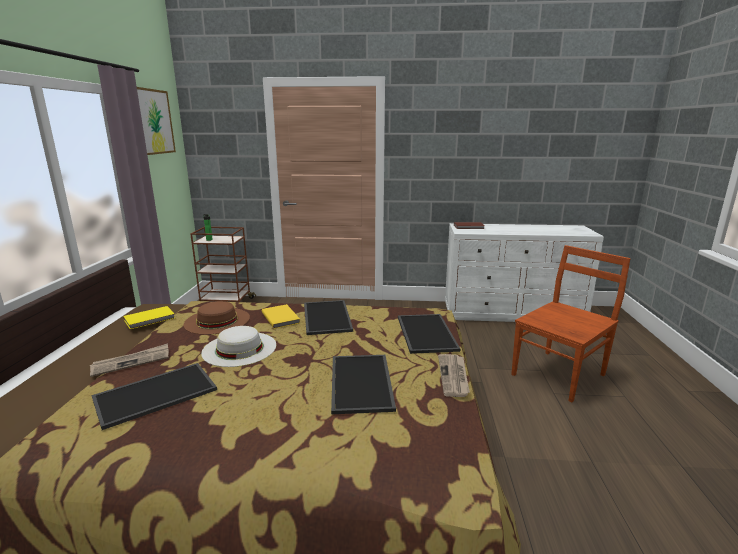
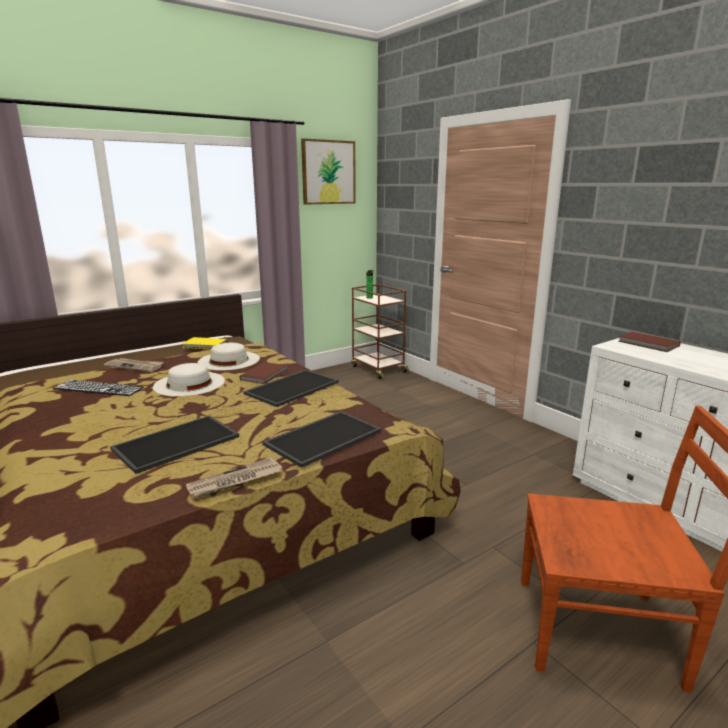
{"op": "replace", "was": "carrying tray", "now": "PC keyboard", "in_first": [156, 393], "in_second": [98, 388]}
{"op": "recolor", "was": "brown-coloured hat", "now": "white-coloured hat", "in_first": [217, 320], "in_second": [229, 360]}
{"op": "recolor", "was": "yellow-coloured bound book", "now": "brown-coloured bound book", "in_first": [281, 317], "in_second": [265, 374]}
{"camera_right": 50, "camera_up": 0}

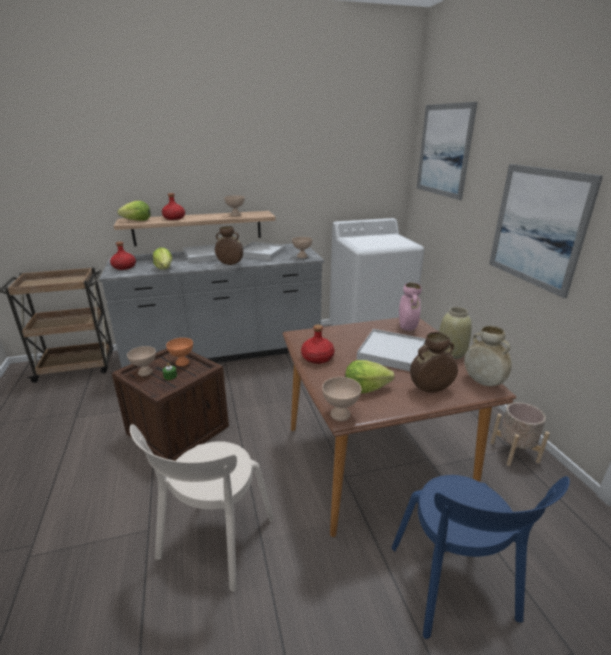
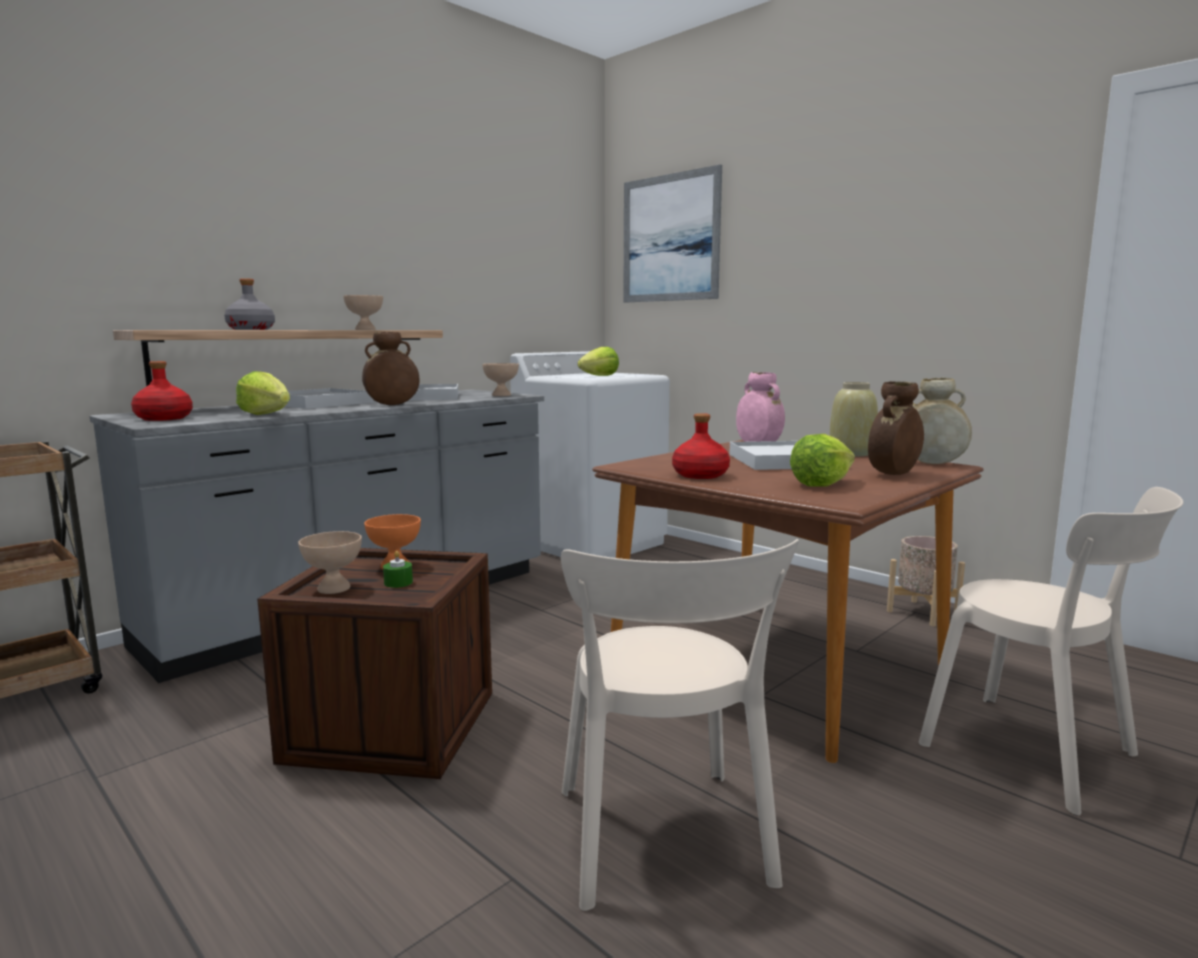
{"op": "move", "was": "lettuce", "in_first": [137, 221], "in_second": [600, 376]}
{"op": "recolor", "was": "red-coloured drink bottle", "now": "grey drink bottle", "in_first": [174, 218], "in_second": [250, 329]}
{"op": "delete", "was": "beige-coloured deep dish", "in_first": [341, 414]}
{"op": "recolor", "was": "bluish plain chair", "now": "beige-coloured plain chair", "in_first": [454, 587], "in_second": [1037, 754]}
{"op": "delete", "was": "picture", "in_first": [537, 227]}
{"camera_right": -30, "camera_up": -15}

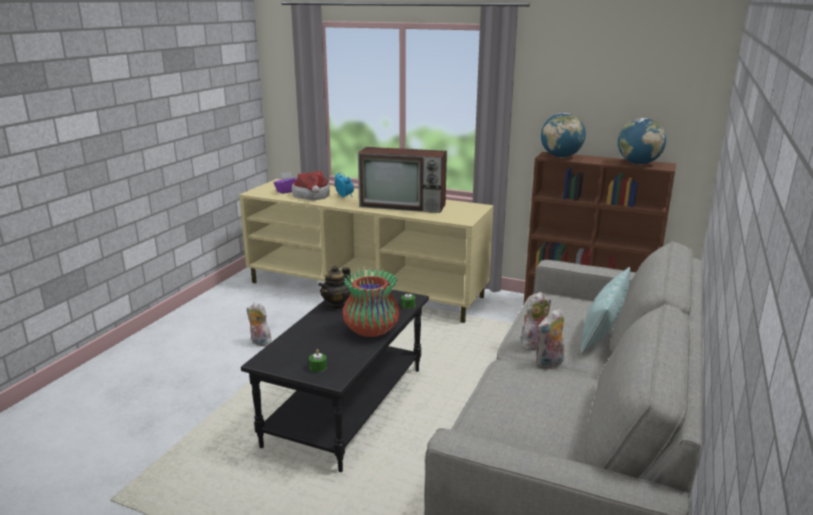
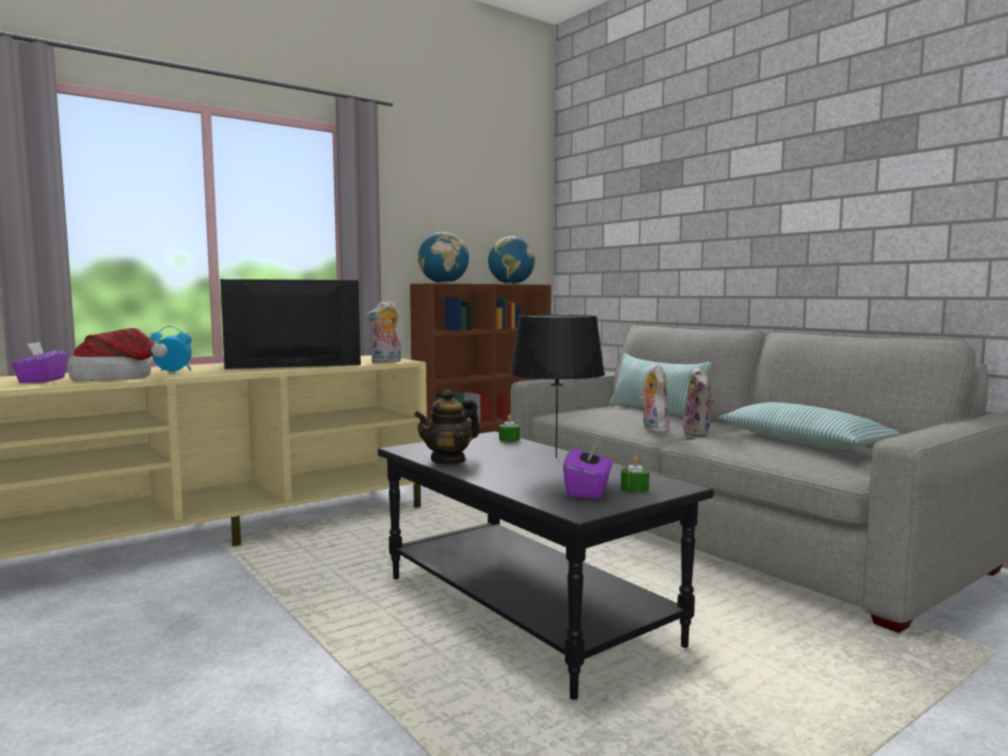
{"op": "move", "was": "soft toy", "in_first": [259, 342], "in_second": [386, 361]}
{"op": "rotate", "was": "teapot", "in_first": [336, 305], "in_second": [448, 460], "clockwise": 75}
{"op": "replace", "was": "flower vase", "now": "black table lamp", "in_first": [371, 330], "in_second": [556, 458]}
{"op": "rotate", "was": "TV set", "in_first": [404, 205], "in_second": [291, 365], "clockwise": -150}
{"op": "insert", "now": "purple-coloured tissue box", "in_second": [588, 491]}
{"op": "insert", "now": "throw pillow", "in_second": [802, 442]}
{"camera_right": -60, "camera_up": -15}

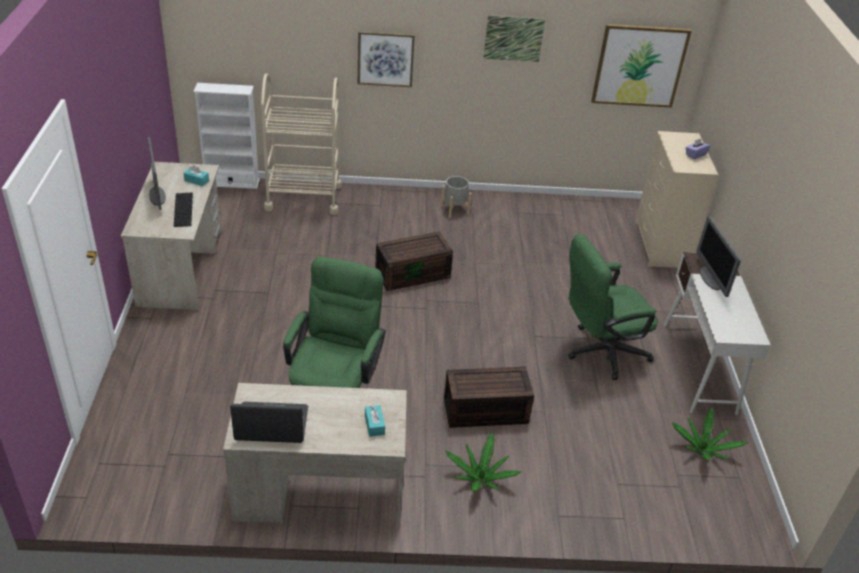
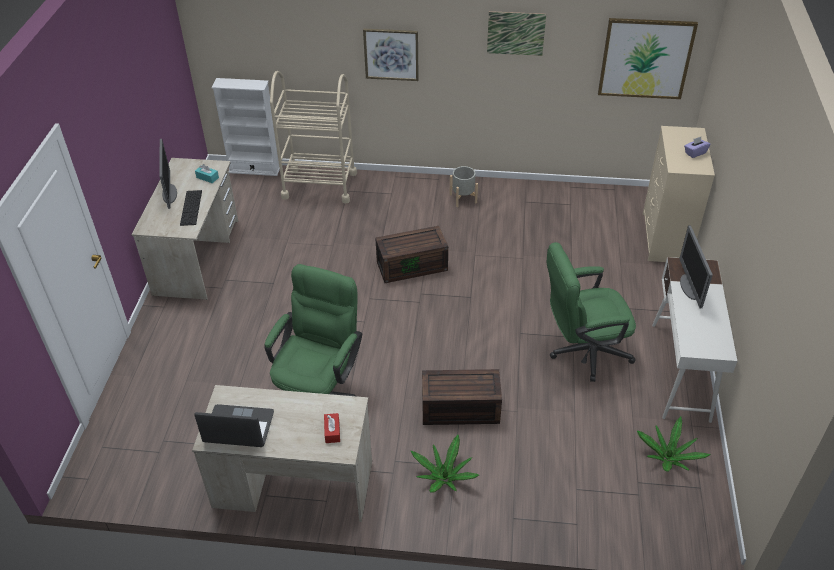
{"op": "recolor", "was": "turquoise-coloured tissue box", "now": "red-coloured tissue box", "in_first": [374, 425], "in_second": [332, 431]}
{"camera_right": 10, "camera_up": 5}

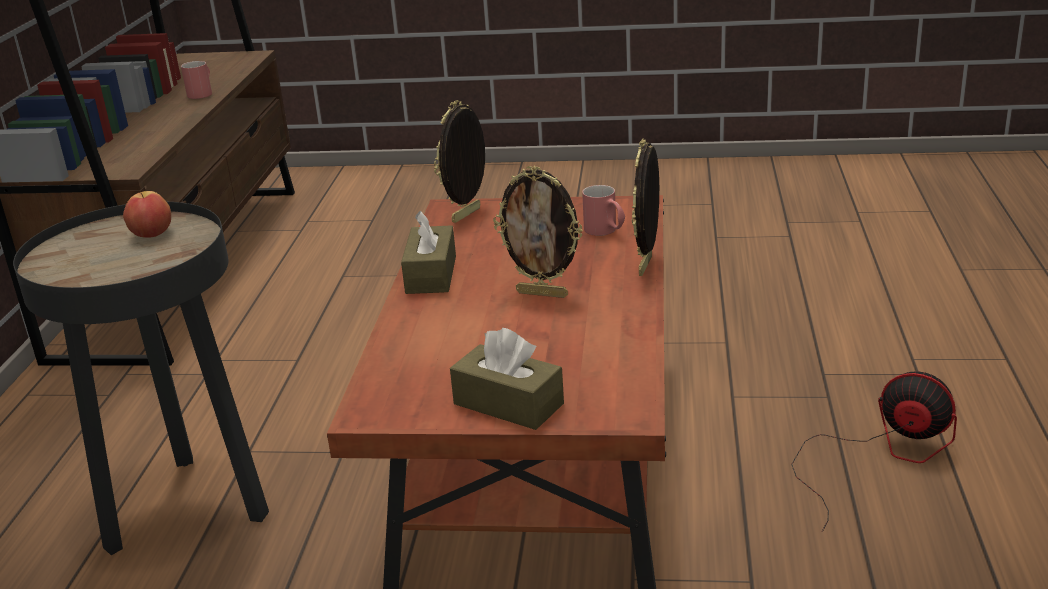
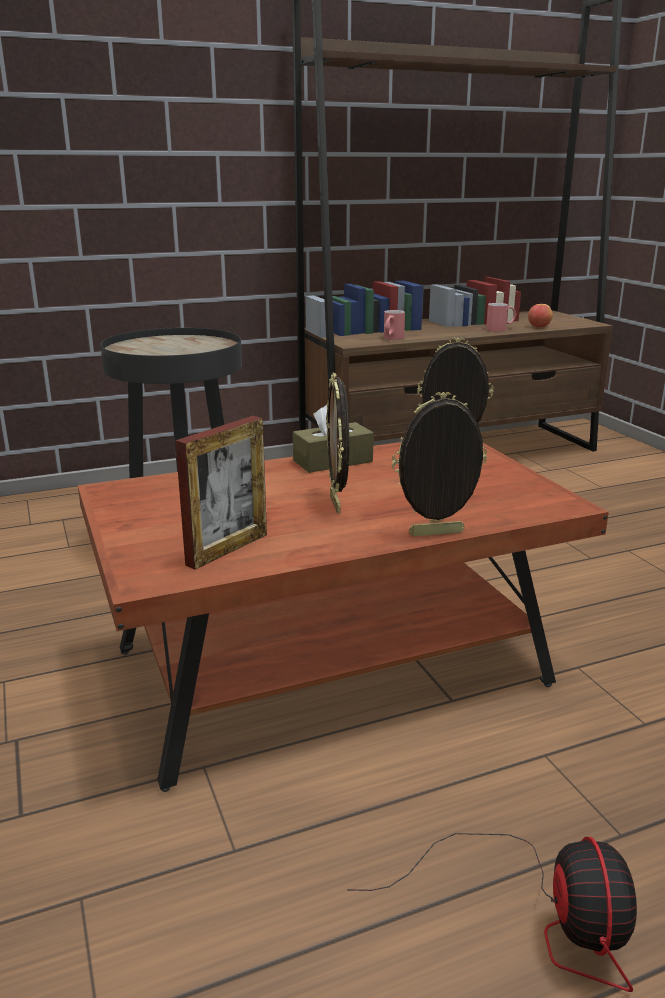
{"op": "move", "was": "apple fruit", "in_first": [152, 234], "in_second": [539, 327]}
{"op": "delete", "was": "brown-coloured tissue box", "in_first": [508, 404]}
{"op": "move", "was": "red-coloured coffee mug", "in_first": [605, 231], "in_second": [392, 339]}
{"op": "insert", "now": "standing frame", "in_second": [227, 549]}
{"camera_right": 60, "camera_up": -5}

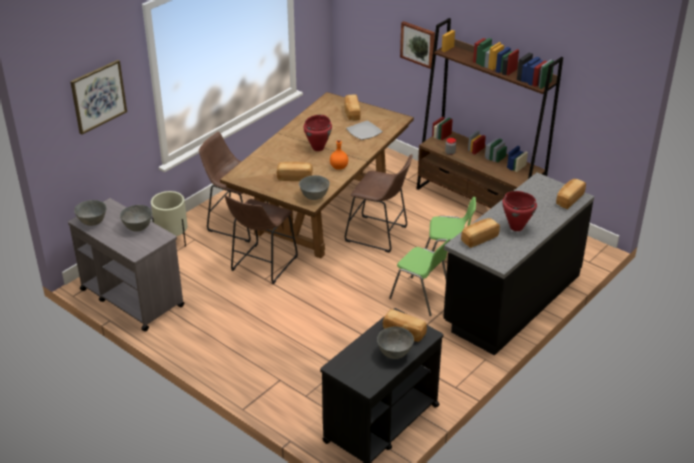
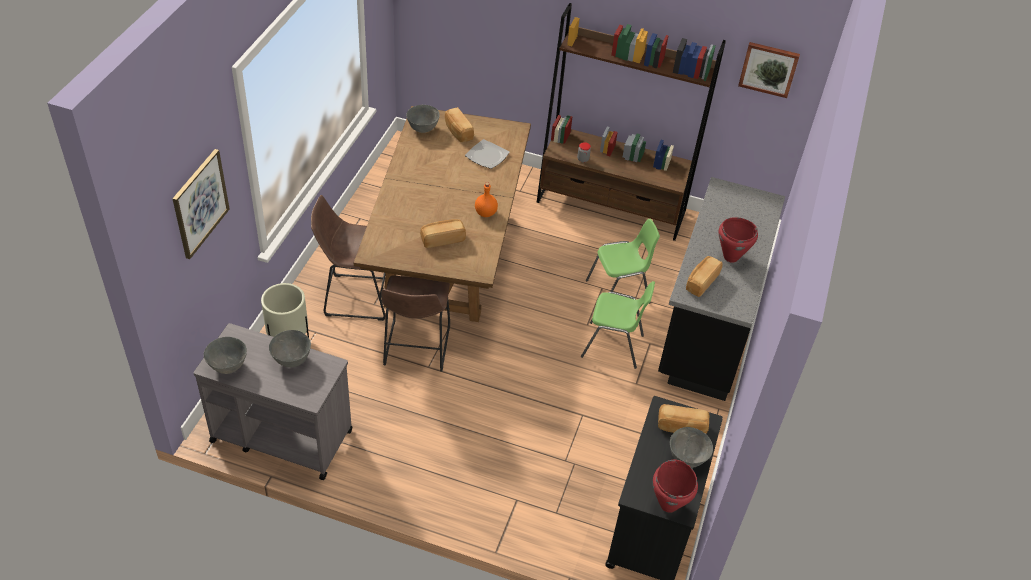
{"op": "move", "was": "grey deep dish", "in_first": [314, 197], "in_second": [422, 129]}
{"op": "move", "was": "red-coloured cooking pot", "in_first": [318, 148], "in_second": [669, 504]}
{"op": "delete", "was": "brown-coloured sitting stool", "in_first": [379, 235]}
{"op": "move", "was": "picture", "in_first": [418, 44], "in_second": [768, 69]}
{"op": "delete", "was": "bread", "in_first": [569, 199]}
{"camera_right": -25, "camera_up": 10}

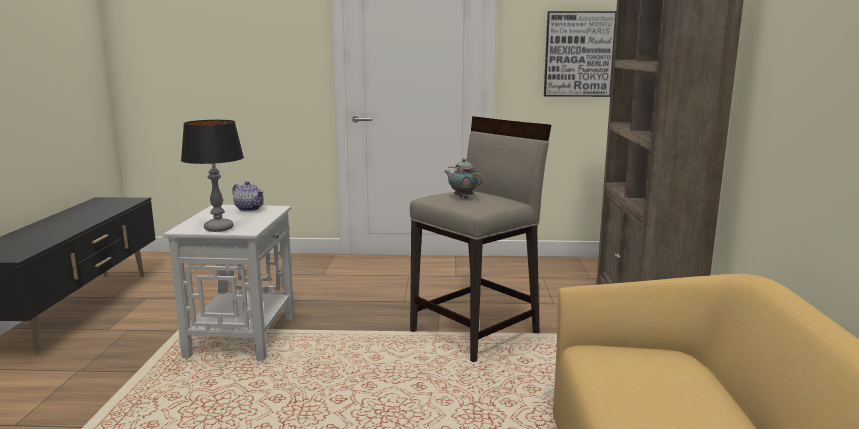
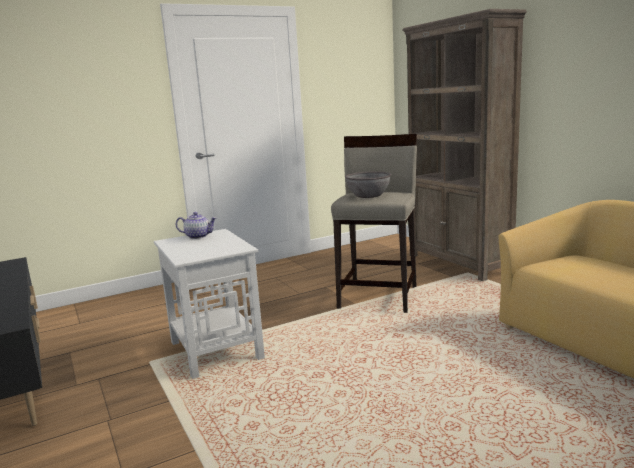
{"op": "delete", "was": "table lamp", "in_first": [219, 228]}
{"op": "replace", "was": "teapot", "now": "grey deep dish", "in_first": [462, 197], "in_second": [368, 195]}
{"op": "delete", "was": "picture", "in_first": [579, 54]}
{"camera_right": -30, "camera_up": 0}

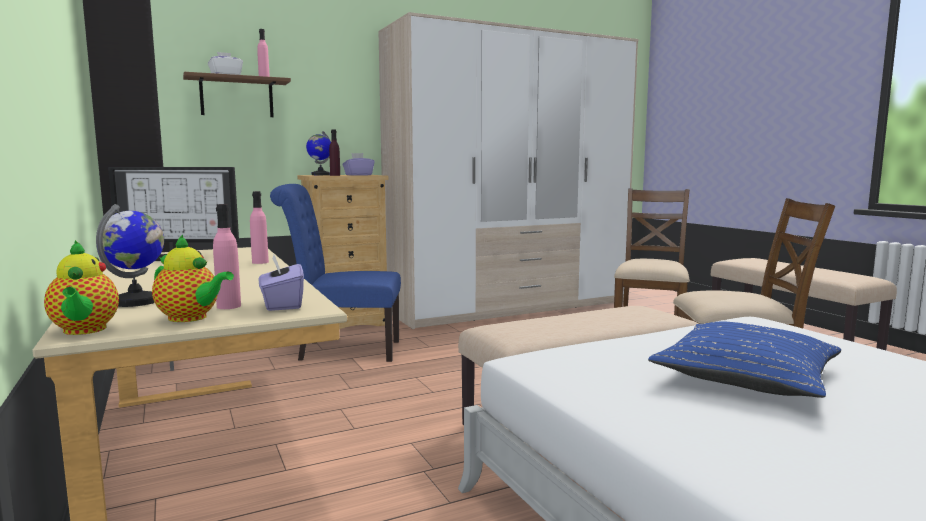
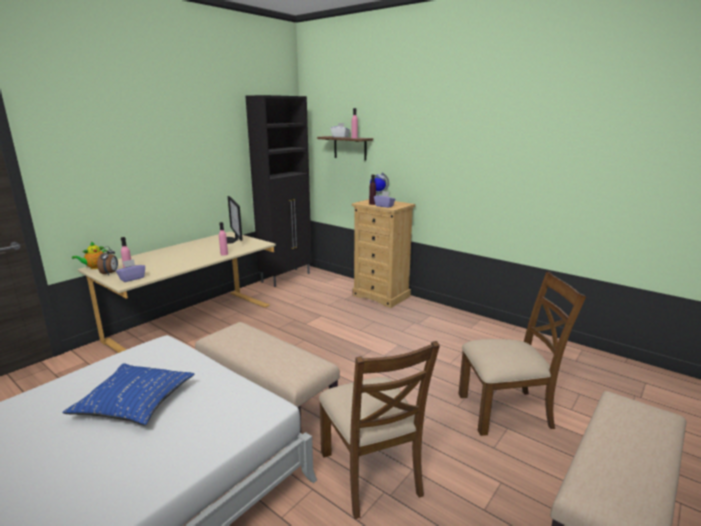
{"op": "delete", "was": "desk globe", "in_first": [137, 302]}
{"op": "replace", "was": "teapot", "now": "alarm clock", "in_first": [191, 318], "in_second": [110, 273]}
{"op": "delete", "was": "bluish plain chair", "in_first": [343, 350]}
{"op": "delete", "was": "wardrobe", "in_first": [510, 306]}
{"camera_right": 65, "camera_up": 10}

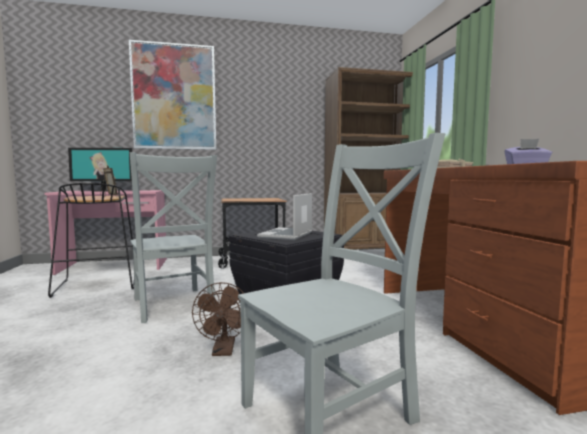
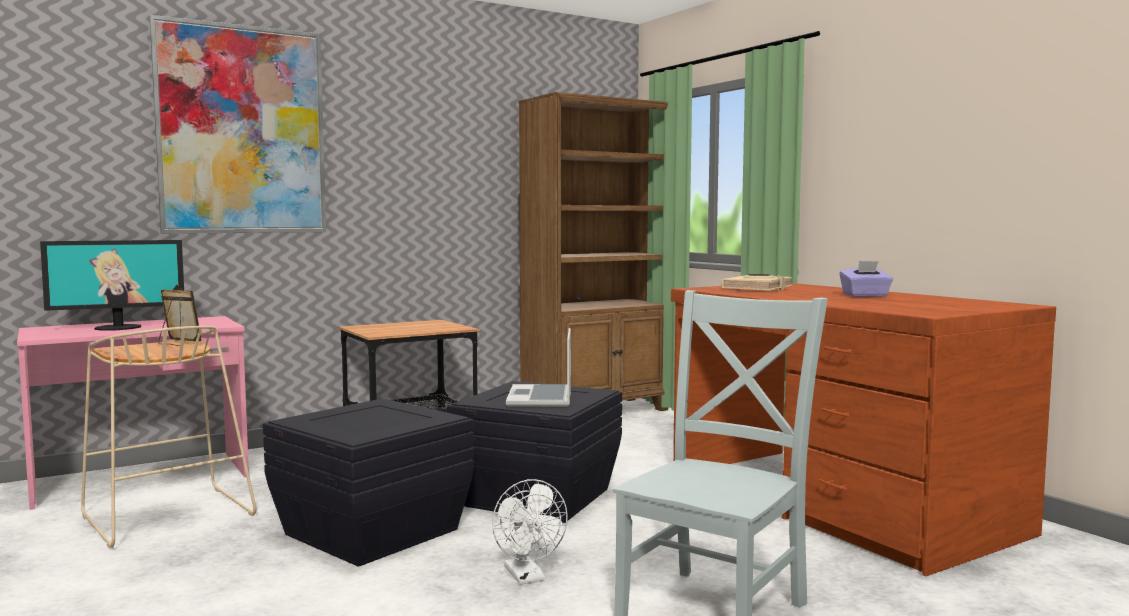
{"op": "recolor", "was": "black sitting stool", "now": "beige-coloured sitting stool", "in_first": [97, 284], "in_second": [165, 515]}
{"op": "replace", "was": "grey plain chair", "now": "black storage box", "in_first": [173, 305], "in_second": [369, 532]}
{"op": "recolor", "was": "brown-coloured fan", "now": "white-coloured fan", "in_first": [223, 351], "in_second": [528, 577]}
{"camera_right": -20, "camera_up": 0}

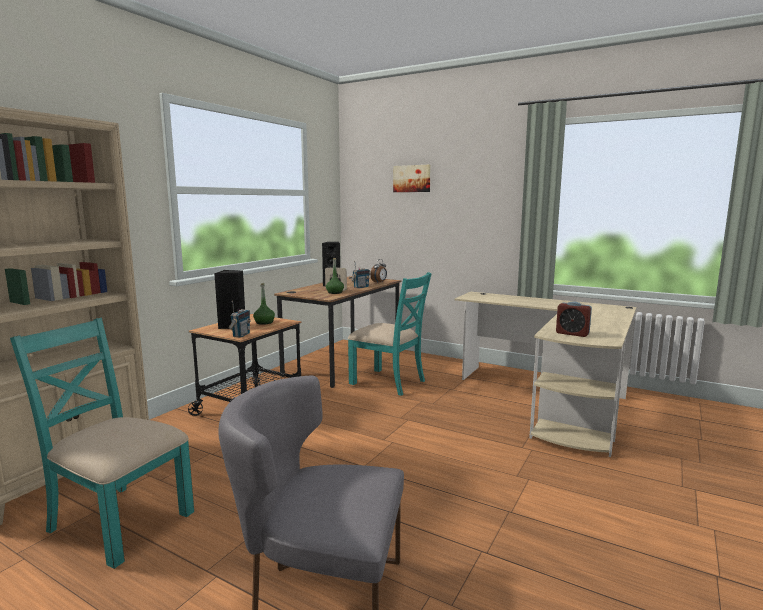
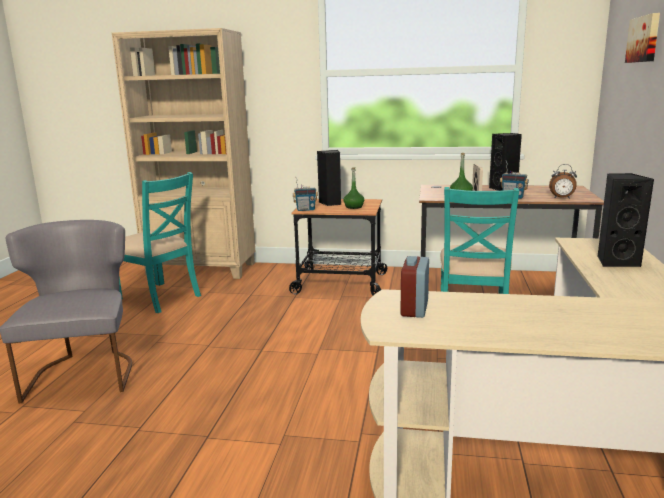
{"op": "rotate", "was": "turquoise-coloured plain chair", "in_first": [119, 521], "in_second": [159, 297], "clockwise": 120}
{"op": "insert", "now": "black speaker", "in_second": [616, 262]}
{"camera_right": 70, "camera_up": 5}

